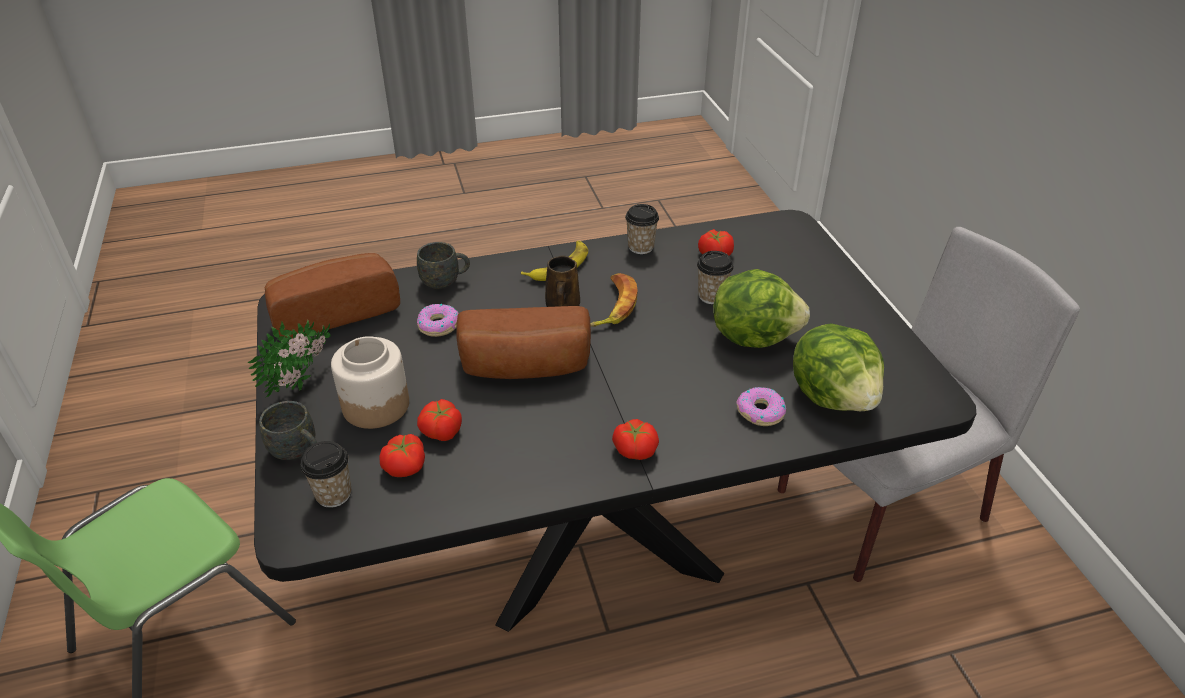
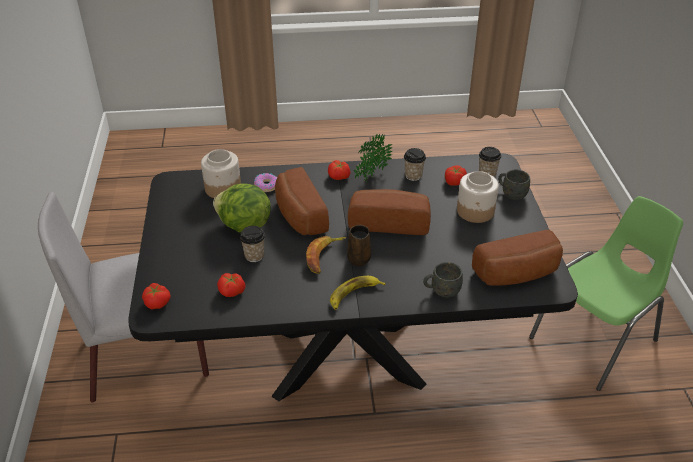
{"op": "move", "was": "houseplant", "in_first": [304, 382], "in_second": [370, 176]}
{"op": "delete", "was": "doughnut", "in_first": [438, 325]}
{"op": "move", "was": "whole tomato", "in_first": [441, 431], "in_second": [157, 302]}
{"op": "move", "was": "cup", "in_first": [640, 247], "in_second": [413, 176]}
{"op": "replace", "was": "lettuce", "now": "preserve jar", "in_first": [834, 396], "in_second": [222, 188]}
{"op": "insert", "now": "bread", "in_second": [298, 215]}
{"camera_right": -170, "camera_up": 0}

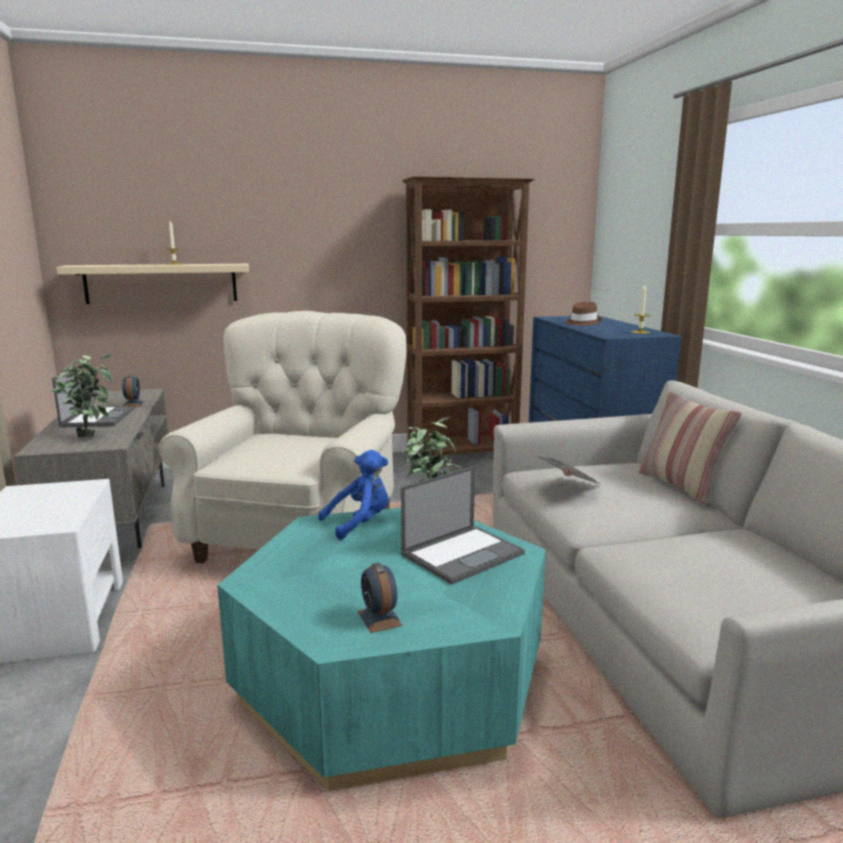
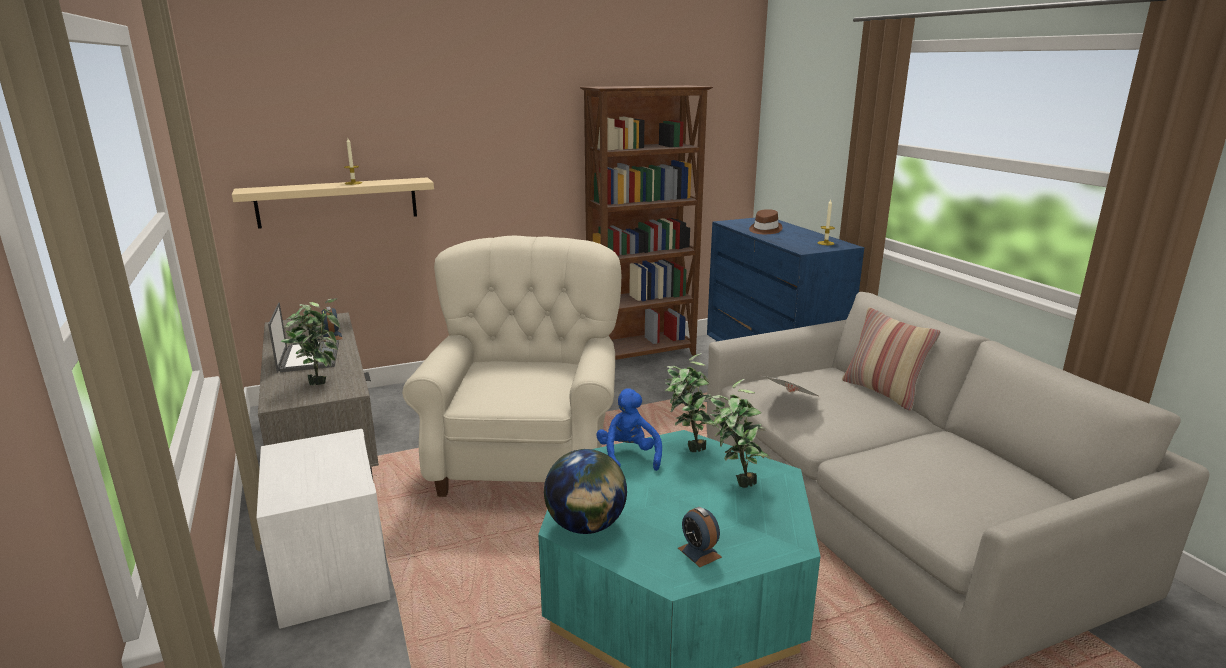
{"op": "rotate", "was": "bluish soft toy", "in_first": [360, 523], "in_second": [628, 457], "clockwise": -60}
{"op": "replace", "was": "portable computer", "now": "houseplant", "in_first": [463, 553], "in_second": [735, 480]}
{"op": "insert", "now": "desk globe", "in_second": [586, 526]}
{"camera_right": -10, "camera_up": 5}

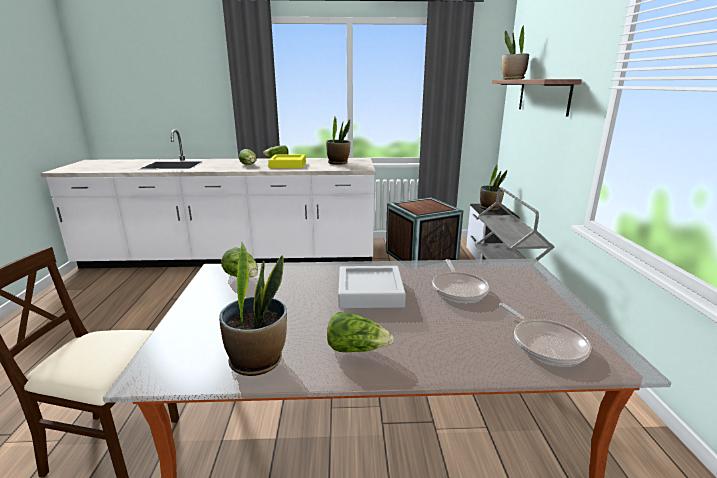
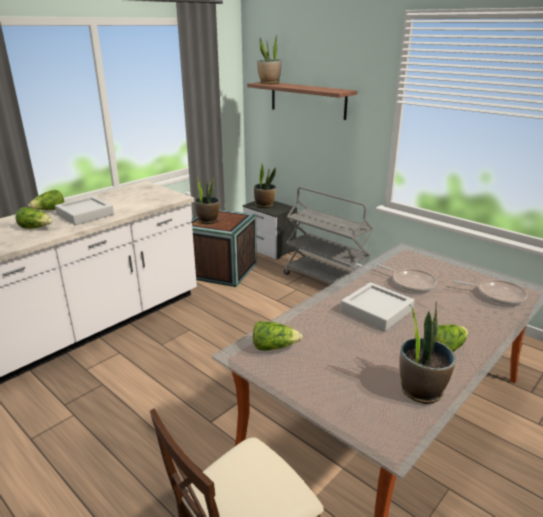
{"op": "recolor", "was": "yellow-coloured carrying tray", "now": "grey carrying tray", "in_first": [288, 165], "in_second": [85, 214]}
{"op": "move", "was": "houseplant", "in_first": [338, 163], "in_second": [208, 220]}
{"camera_right": -45, "camera_up": 5}

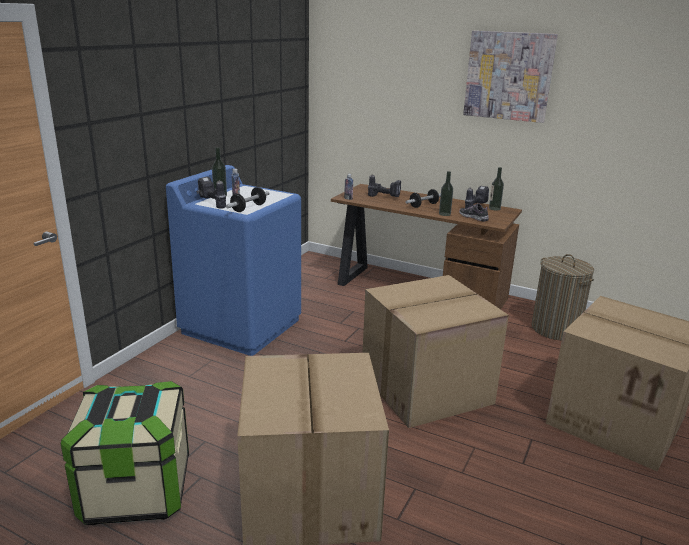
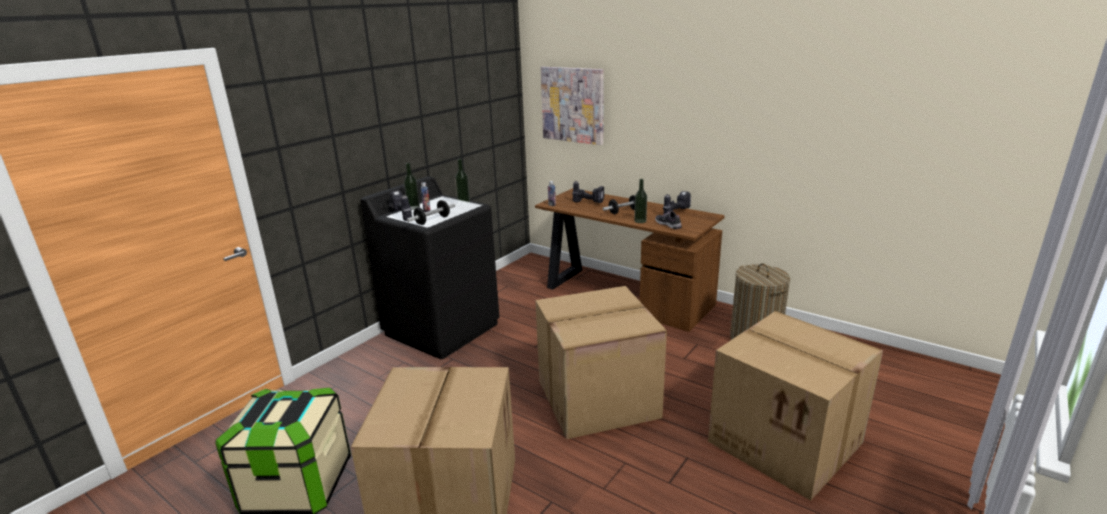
{"op": "recolor", "was": "bluish laundry appliance", "now": "black laundry appliance", "in_first": [242, 326], "in_second": [442, 329]}
{"op": "move", "was": "picture", "in_first": [508, 76], "in_second": [573, 105]}
{"op": "move", "was": "drink bottle", "in_first": [494, 208], "in_second": [463, 203]}
{"camera_right": 10, "camera_up": 0}

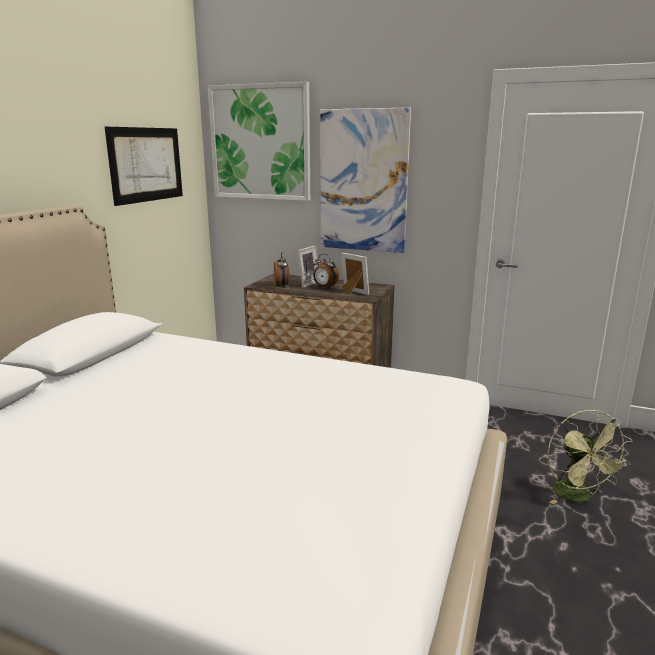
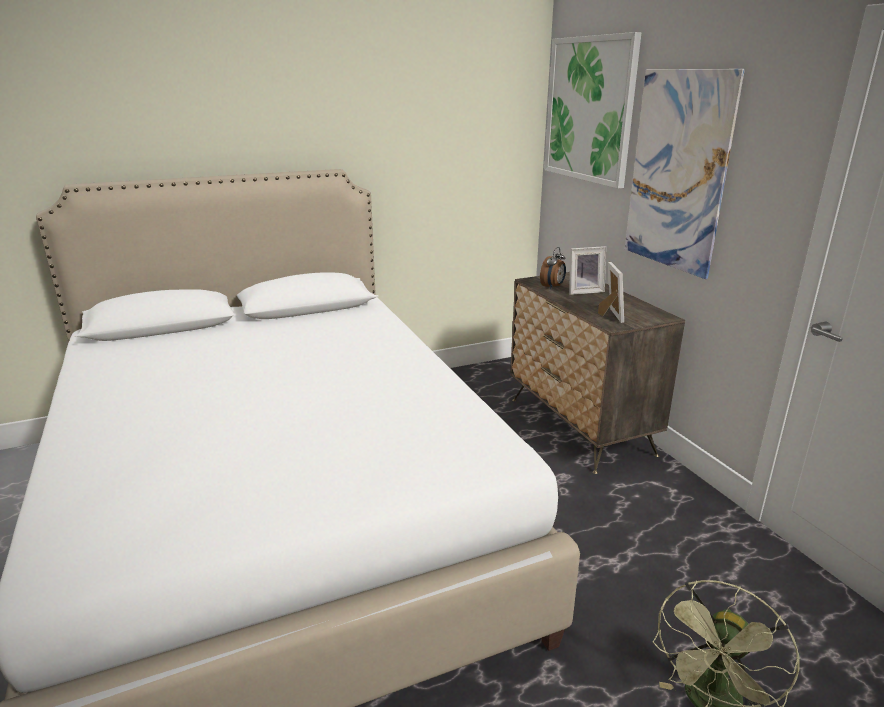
{"op": "delete", "was": "picture", "in_first": [146, 164]}
{"op": "delete", "was": "alarm clock", "in_first": [324, 287]}
{"camera_right": 45, "camera_up": 5}

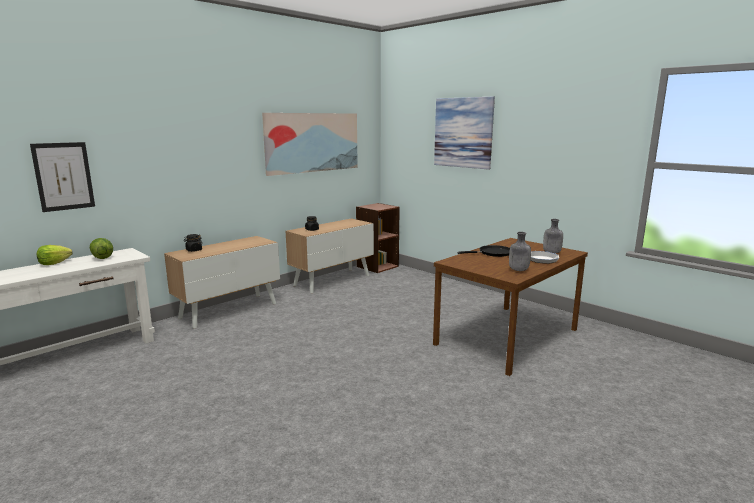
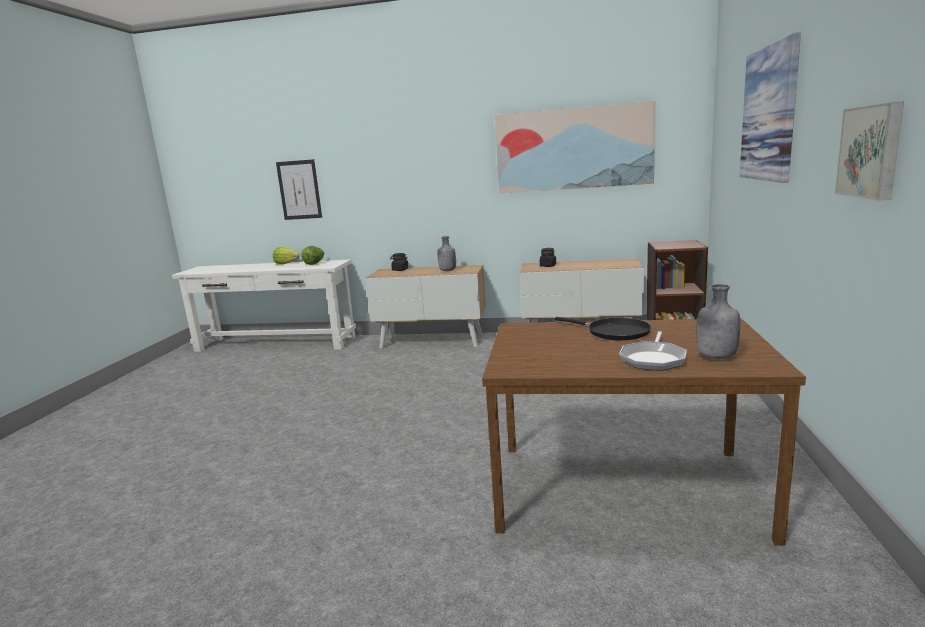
{"op": "move", "was": "grey drink bottle", "in_first": [518, 270], "in_second": [447, 270]}
{"op": "insert", "now": "picture", "in_second": [872, 151]}
{"camera_right": 55, "camera_up": 0}

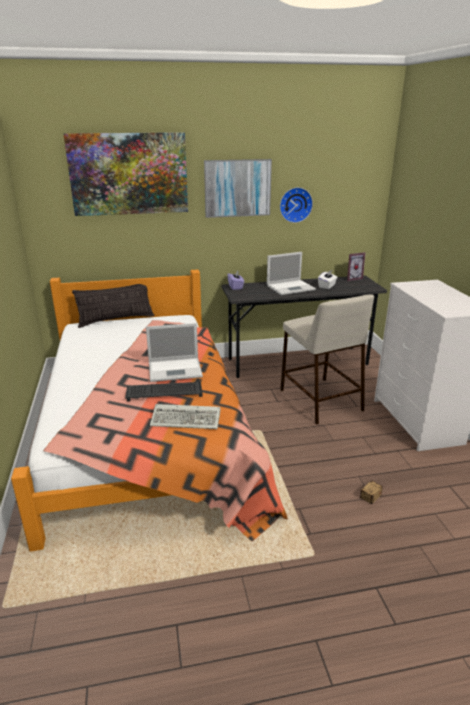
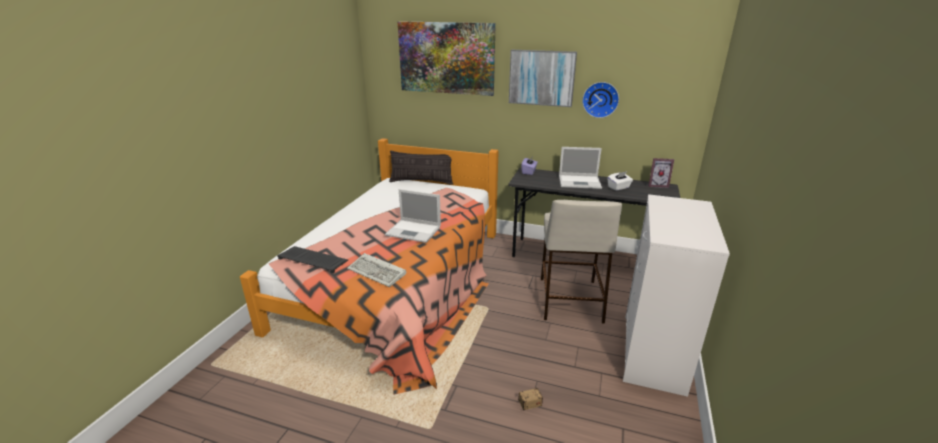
{"op": "move", "was": "PC keyboard", "in_first": [165, 392], "in_second": [314, 260]}
{"camera_right": 30, "camera_up": 0}

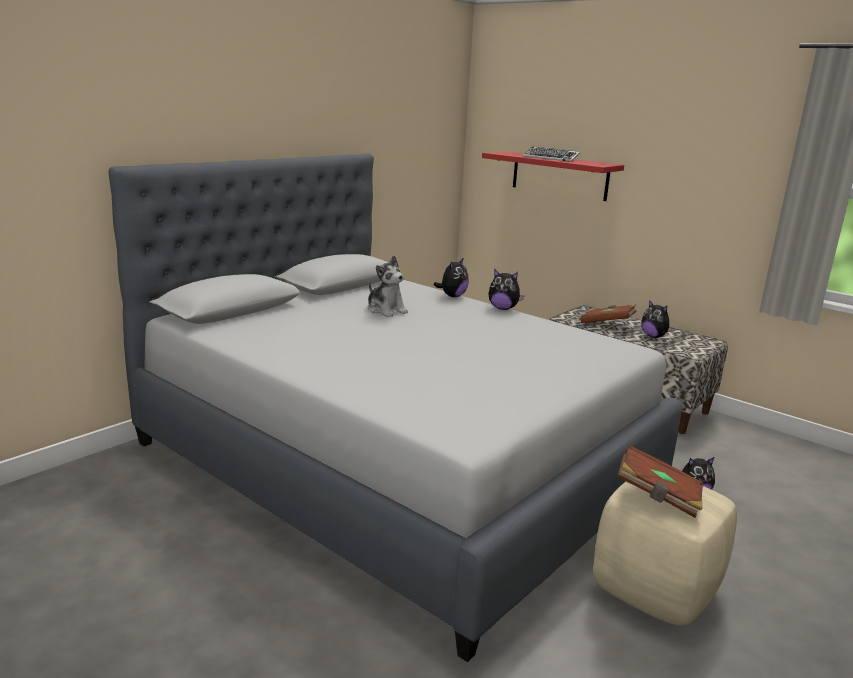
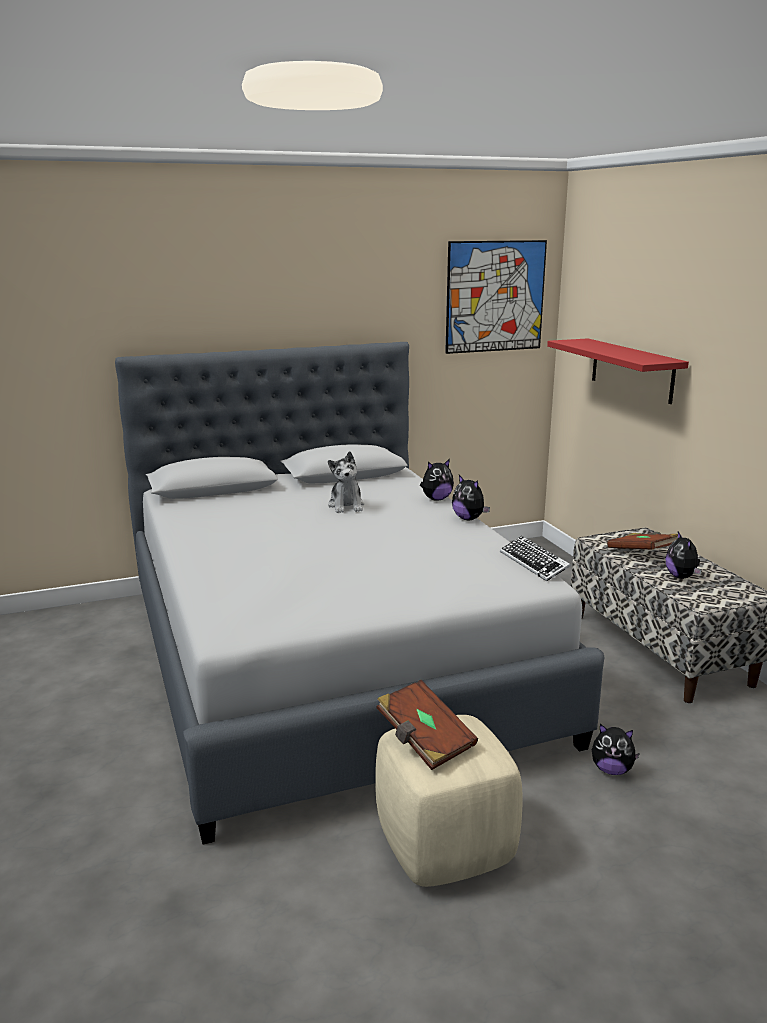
{"op": "move", "was": "PC keyboard", "in_first": [550, 158], "in_second": [534, 563]}
{"op": "insert", "now": "picture", "in_second": [495, 296]}
{"camera_right": 30, "camera_up": 0}

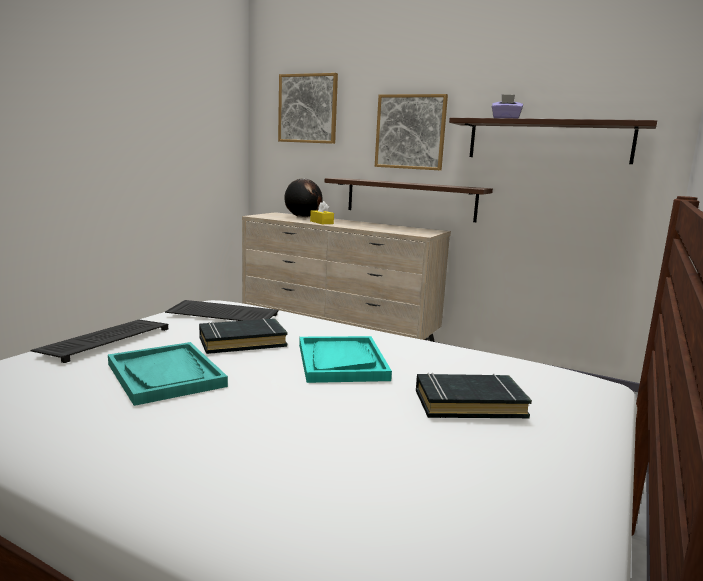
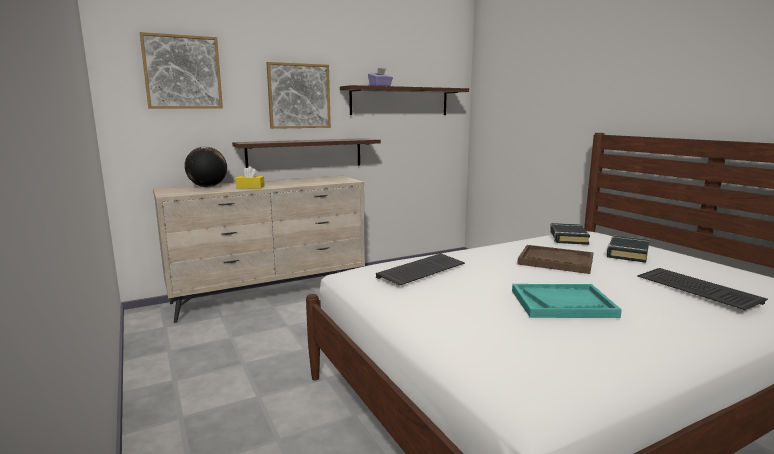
{"op": "move", "was": "PC keyboard", "in_first": [105, 340], "in_second": [694, 290]}
{"op": "move", "was": "black bound book", "in_first": [242, 341], "in_second": [568, 237]}
{"op": "recolor", "was": "turquoise-coloured carrying tray", "now": "brown-coloured carrying tray", "in_first": [341, 361], "in_second": [555, 261]}
{"camera_right": -55, "camera_up": 0}

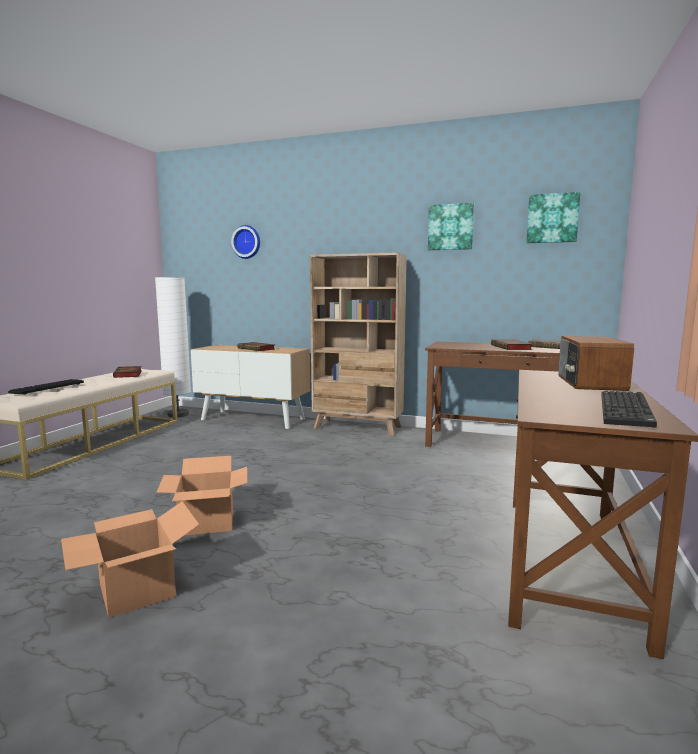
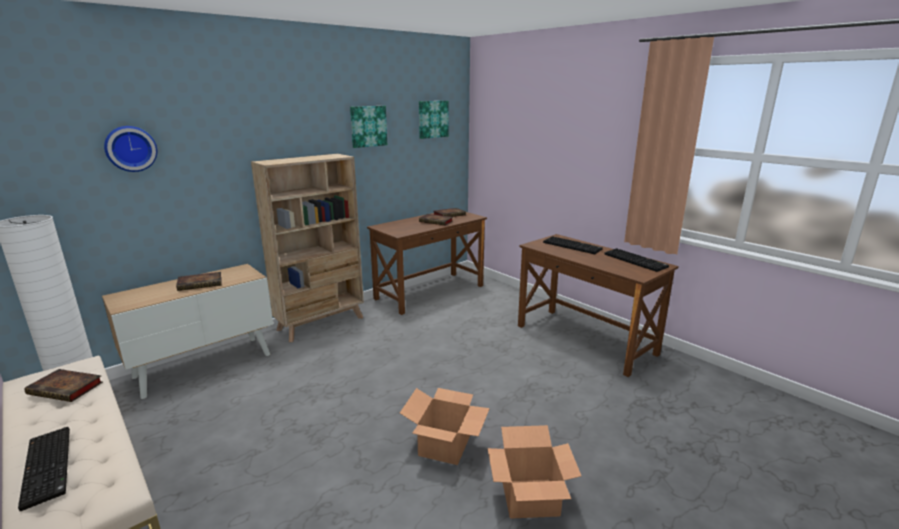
{"op": "replace", "was": "radio receiver", "now": "PC keyboard", "in_first": [589, 383], "in_second": [573, 246]}
{"camera_right": -60, "camera_up": 10}

